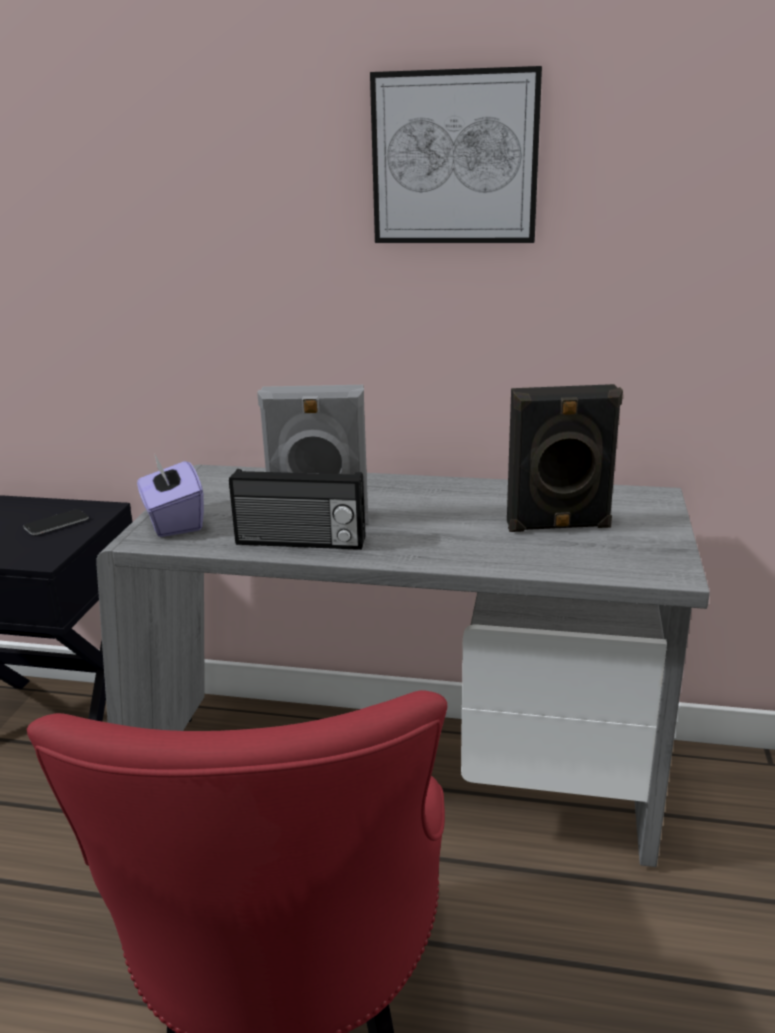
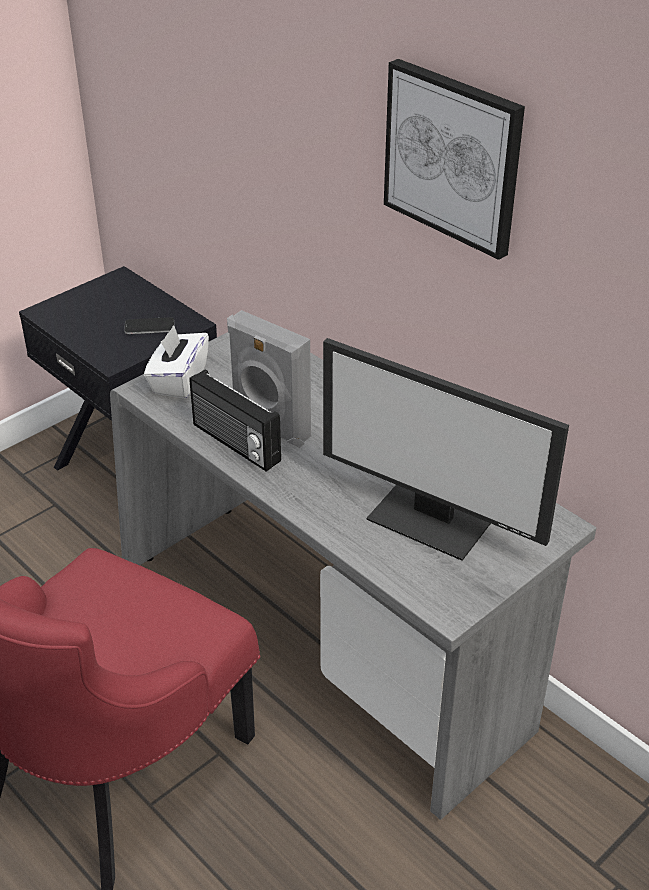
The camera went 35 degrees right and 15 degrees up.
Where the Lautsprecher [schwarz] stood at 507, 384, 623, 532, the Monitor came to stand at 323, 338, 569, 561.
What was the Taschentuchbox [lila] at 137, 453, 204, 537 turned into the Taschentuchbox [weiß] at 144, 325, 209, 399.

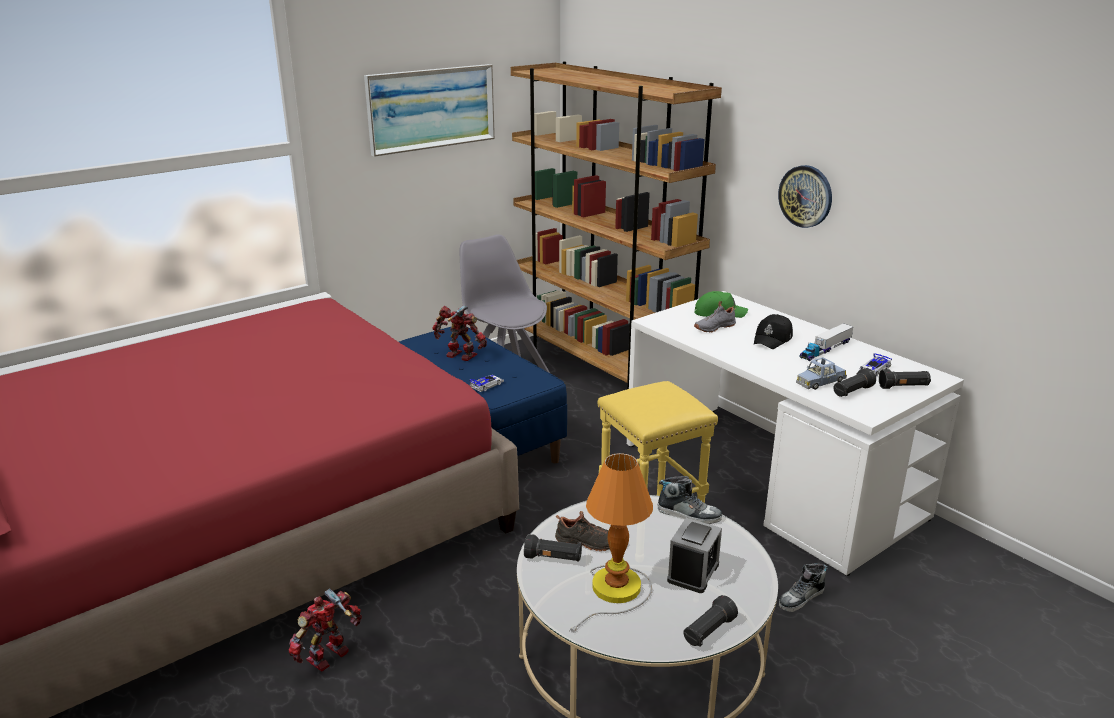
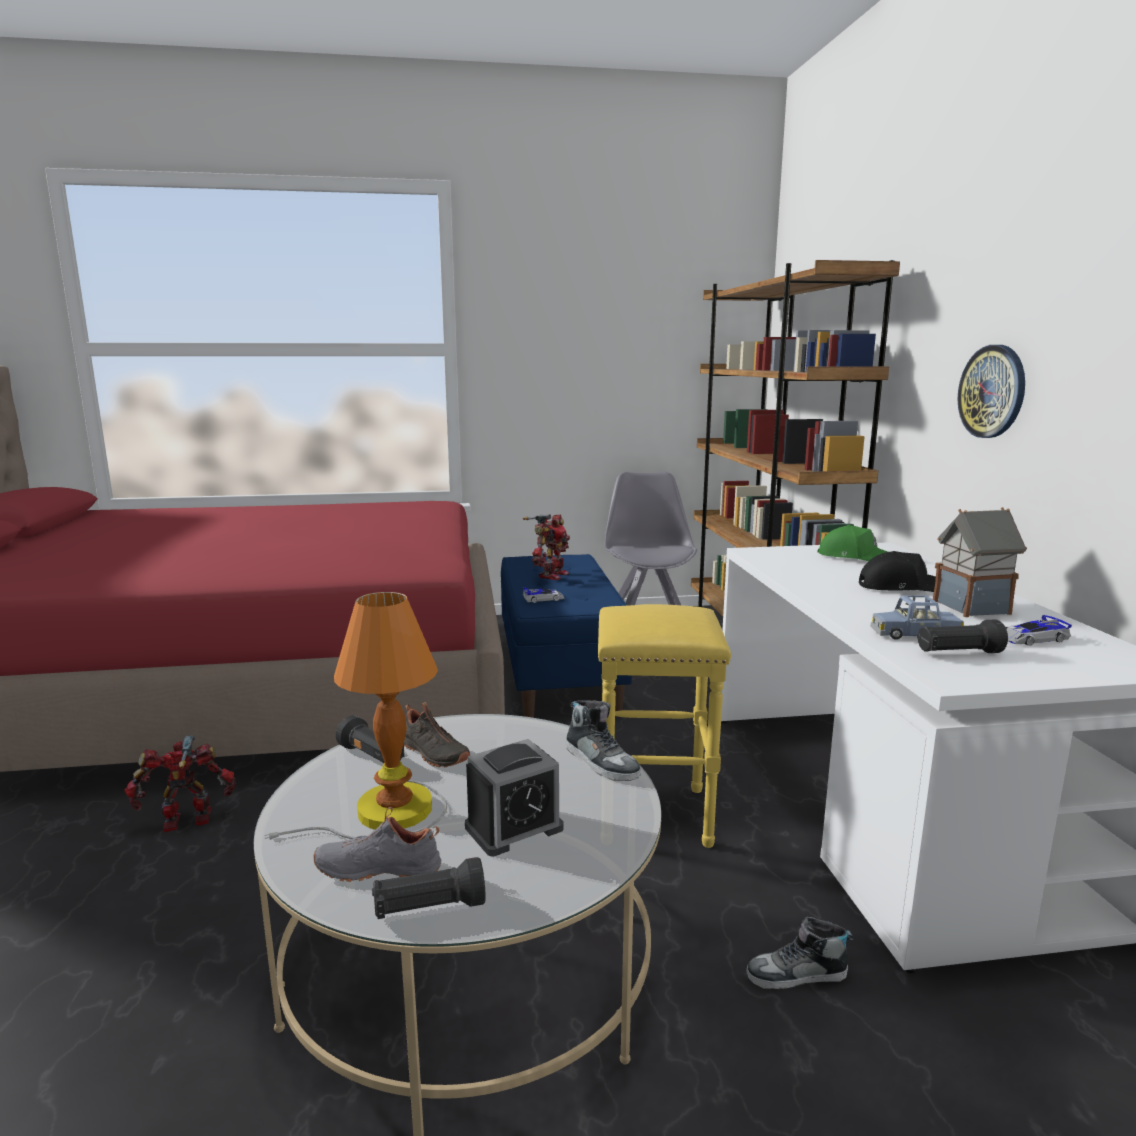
The camera went 30 degrees right and 10 degrees down.
The second view lost the Bild at 364, 64, 495, 157.
The Schuh [grau] ended up elsewhere, having gone from 694, 301, 736, 333 to 313, 807, 441, 882.
The Spielzeugroboter at 432, 305, 487, 361 ended up facing another way, 60 degrees clockwise from before.
The Kappe [schwarz] at 754, 314, 793, 349 ended up facing another way, 150 degrees counterclockwise from before.
Where the Spielzeuglaster stood at 799, 323, 853, 361, the Spielzeughaus came to stand at 933, 507, 1027, 617.
The second view lost the Taschenlampe [schwarz] at 879, 369, 931, 389.

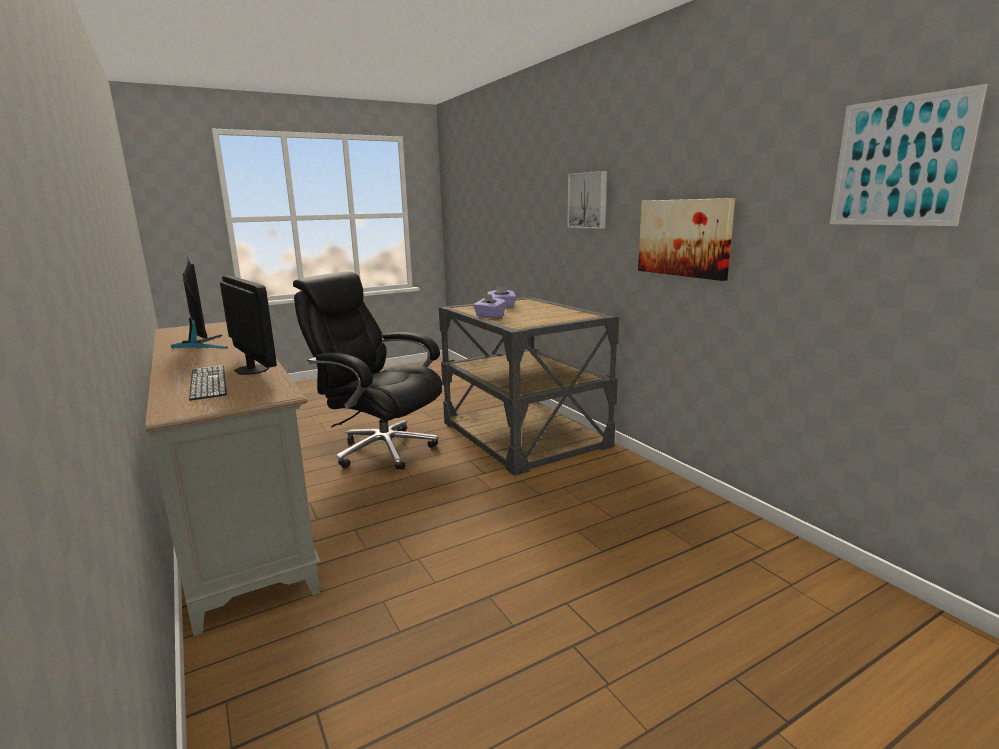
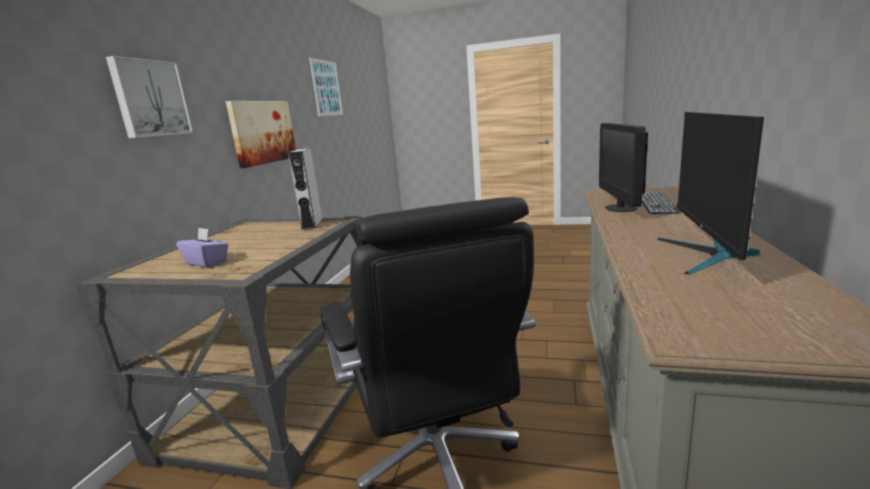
The camera went 135 degrees left and 0 degrees up.
The second view lost the Taschentuchbox [lila] at 473, 294, 506, 318.
The second view gained the Lautsprecher [grau] at 288, 148, 322, 230.

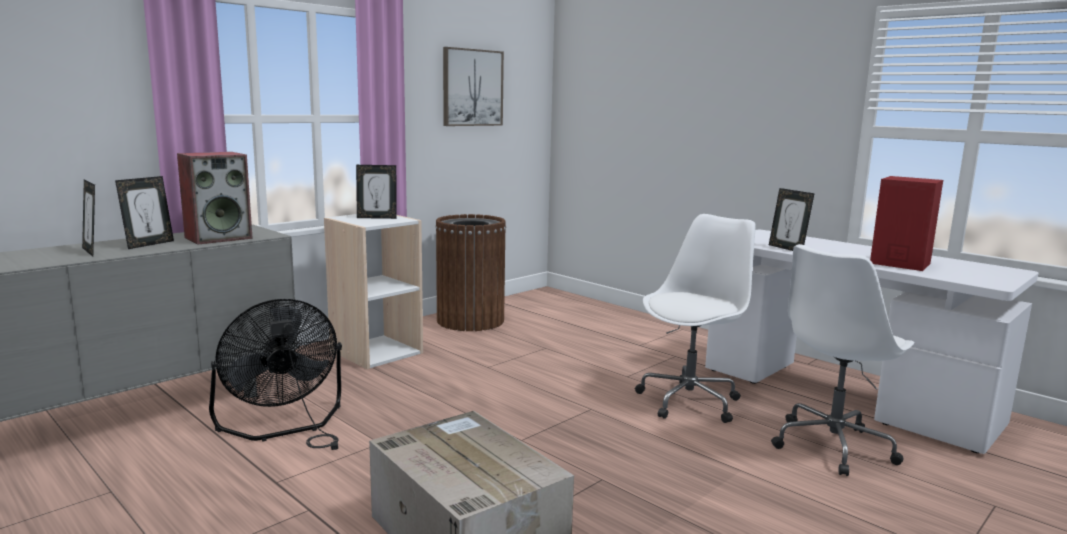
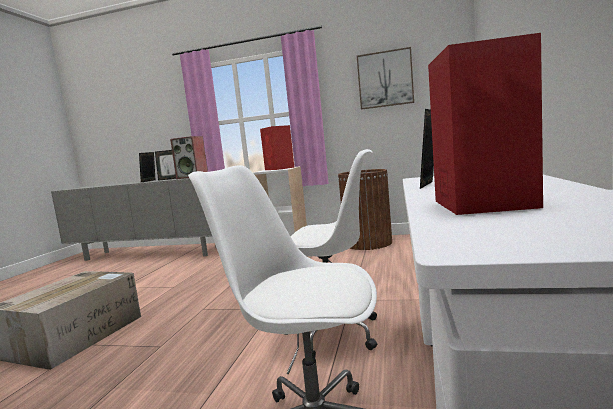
The camera went 60 degrees right and 5 degrees down.
Where the Bilderrahmen stood at 356, 165, 397, 219, the Lautsprecher [rot] came to stand at 260, 125, 294, 170.
The second view lost the Ventilator [schwarz] at 209, 299, 342, 450.

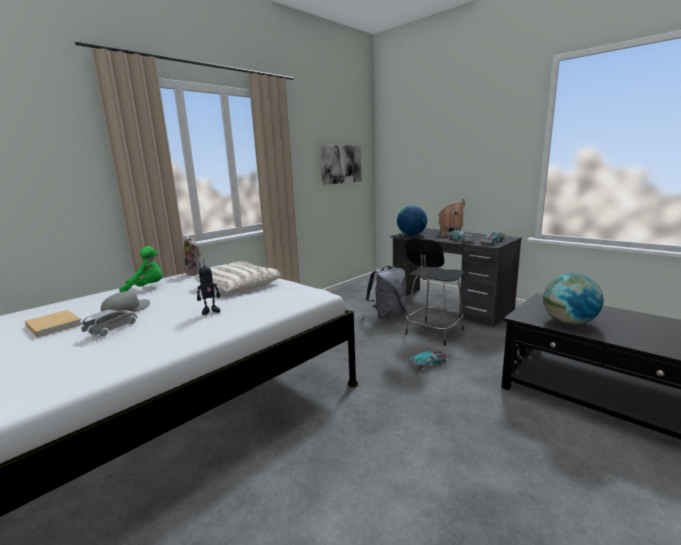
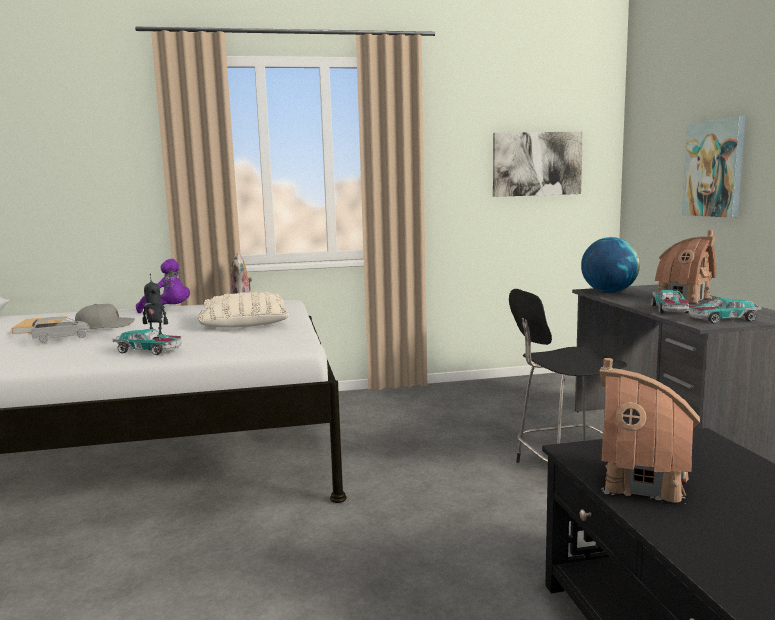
The camera went 35 degrees right and 5 degrees down.
What was the Plüschtier [grün] at 119, 246, 163, 292 turned into the Plüschtier [lila] at 136, 259, 190, 313.
The second view lost the Rucksack [grau] at 366, 266, 406, 319.
Where the Globus stood at 543, 273, 603, 325, the Spielzeughaus came to stand at 599, 358, 700, 504.
The Spielzeugauto ended up elsewhere, having gone from 409, 351, 448, 370 to 113, 329, 182, 355.
The second view gained the Bild at 682, 116, 745, 218.

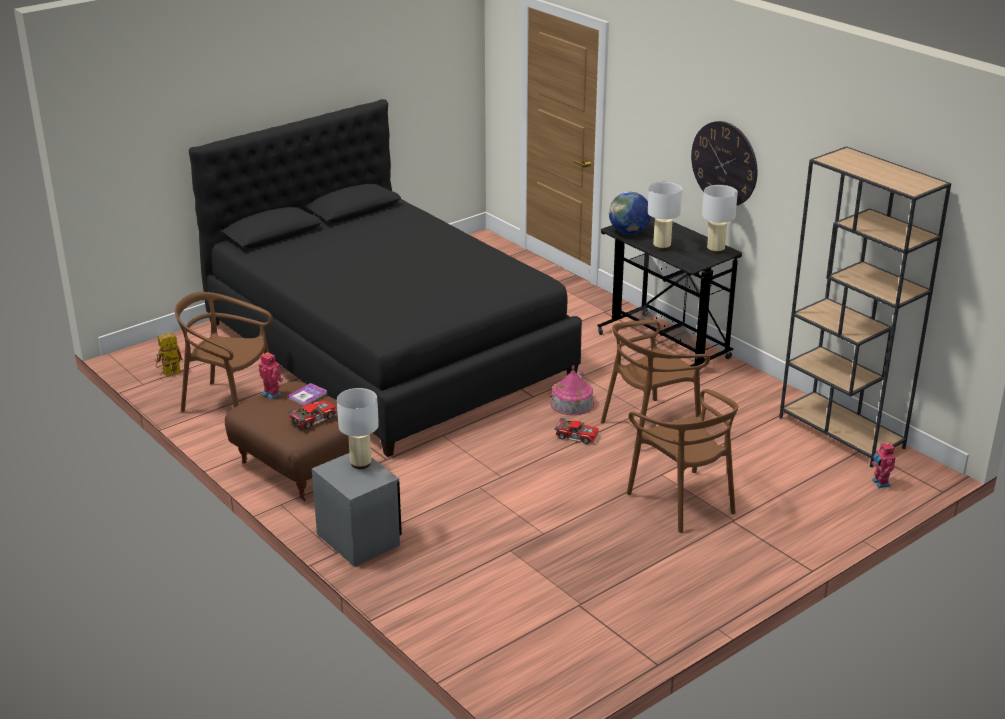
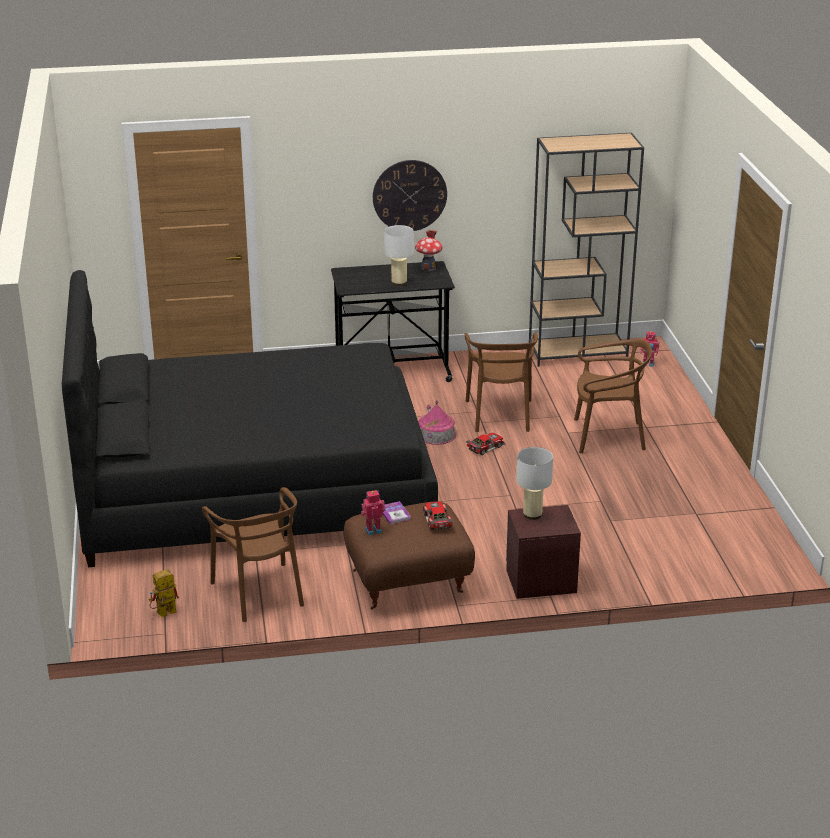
The camera went 60 degrees left and 0 degrees up.
Where the Tischlampe [weiß] stood at 702, 185, 738, 254, the Spielzeughaus came to stand at 415, 230, 443, 271.
The second view lost the Globus at 609, 192, 651, 234.
The Stuhl [braun] at 175, 292, 272, 412 ended up facing another way, 75 degrees counterclockwise from before.
The Spielzeugroboter at 155, 332, 183, 377 ended up facing another way, 60 degrees clockwise from before.
What was the Nachttisch [grau] at 312, 453, 402, 567 turned into the Nachttisch [braun] at 506, 505, 581, 599.

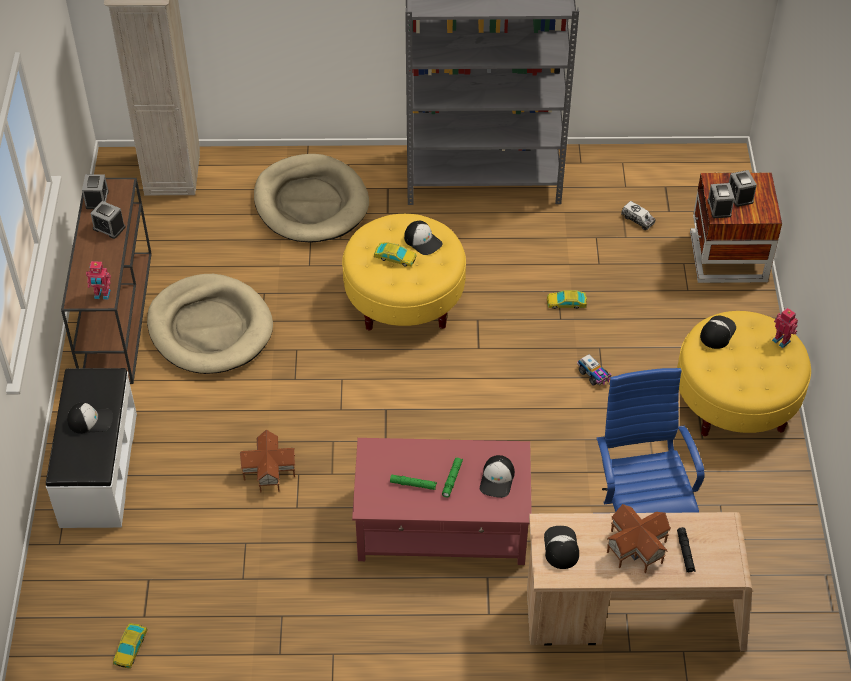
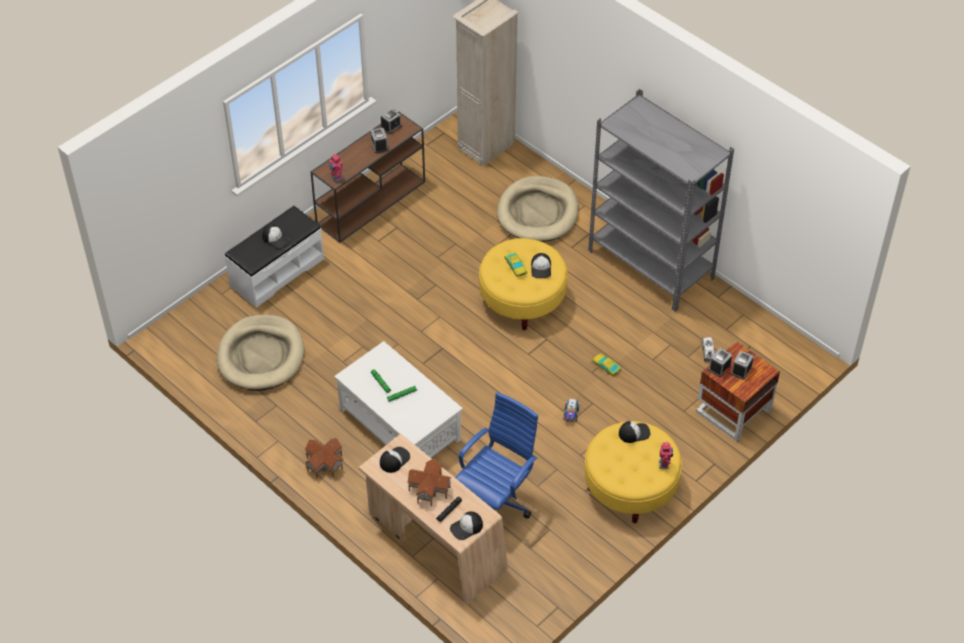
The camera went 45 degrees right and 0 degrees up.
The Hundebett [beige] ended up elsewhere, having gone from 147, 274, 273, 374 to 217, 315, 304, 391.
The Spielzeughaus ended up elsewhere, having gone from 240, 430, 295, 493 to 305, 438, 343, 478.
What was the Couchtisch [rot] at 352, 438, 532, 565 turned into the Couchtisch [weiß] at 334, 341, 463, 458.
The Kappe ended up elsewhere, having gone from 480, 455, 515, 498 to 450, 511, 483, 540.
The second view lost the Spielzeugauto at 113, 623, 148, 669.

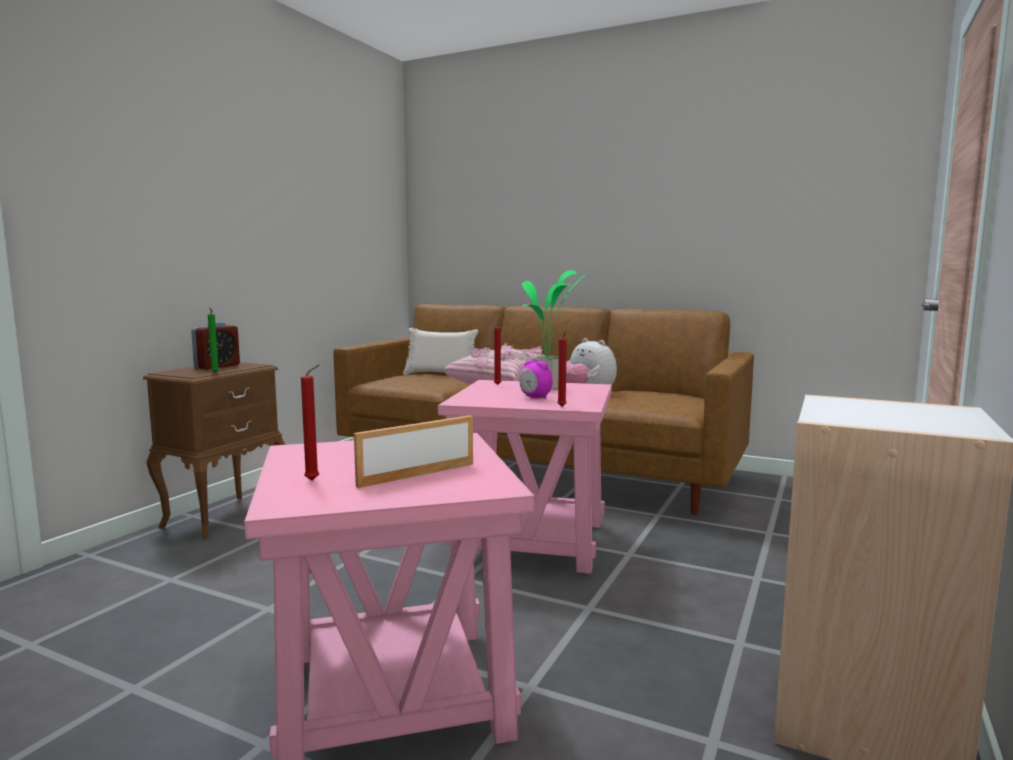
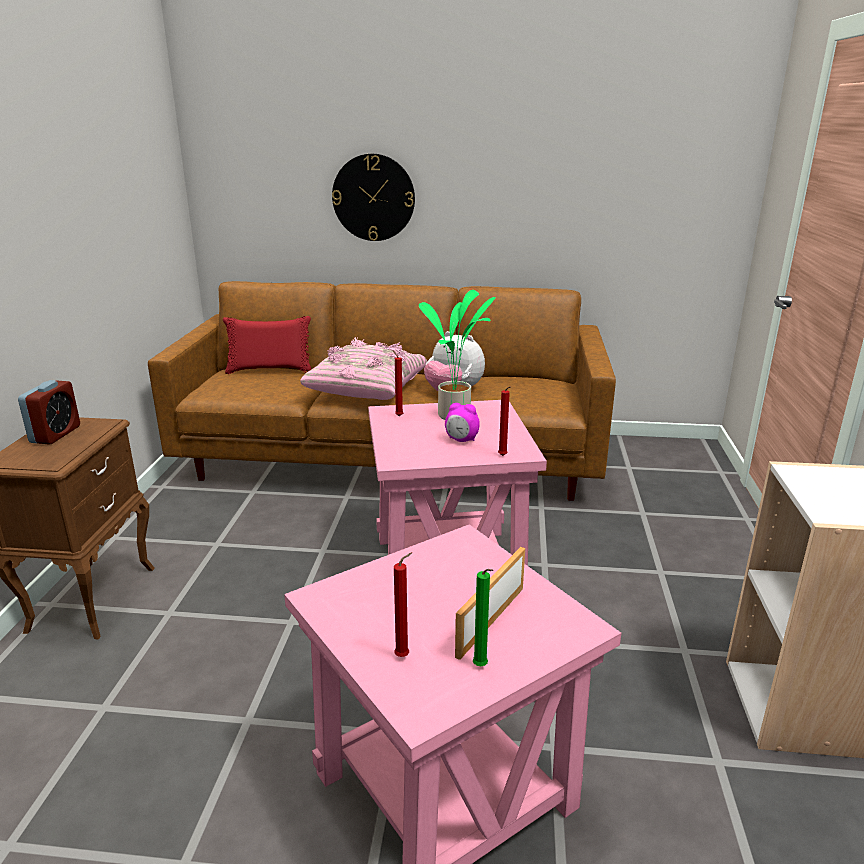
The camera went 20 degrees left and 15 degrees up.
The Kerze [grün] ended up elsewhere, having gone from 208, 308, 219, 372 to 473, 569, 493, 666.
What was the Kissen [weiß] at 403, 328, 478, 375 turned into the Kissen [rot] at 223, 316, 312, 374.
The second view gained the Wanduhr at 332, 154, 415, 241.

